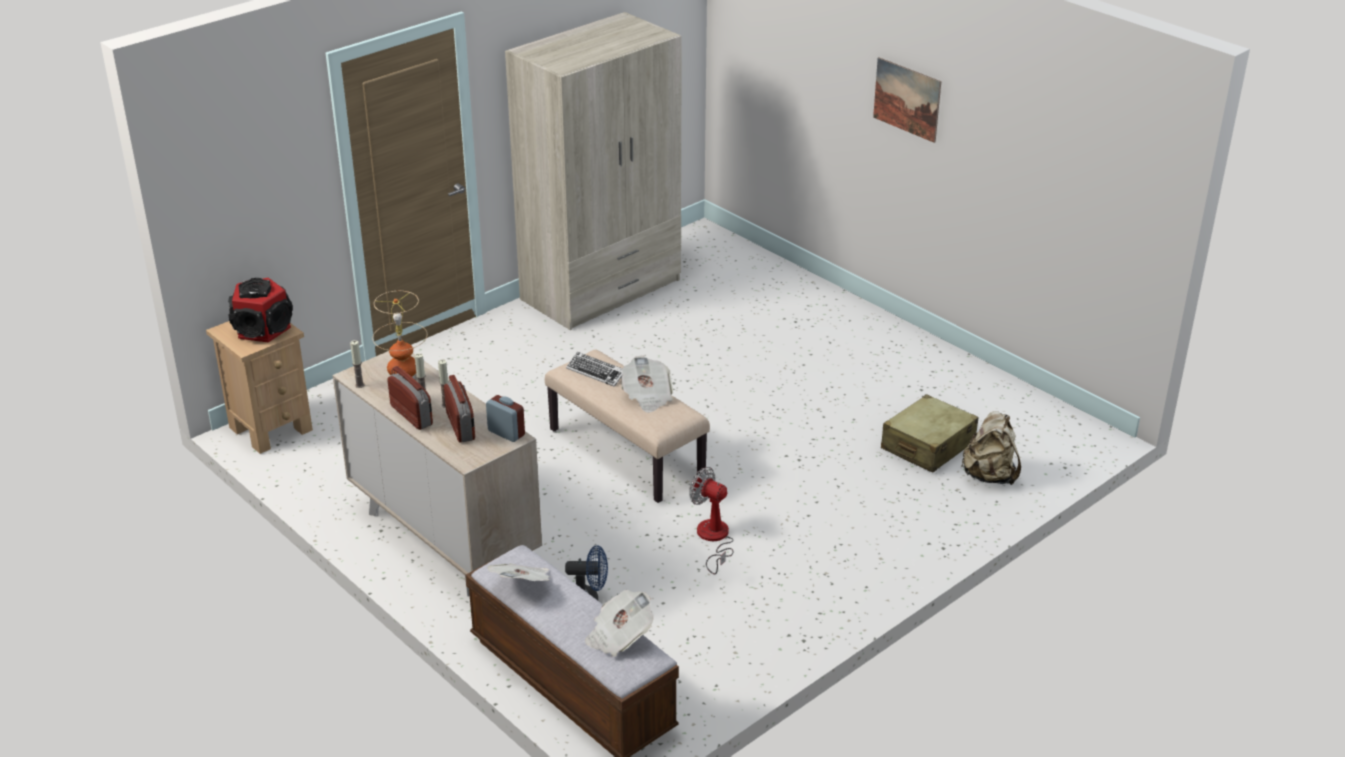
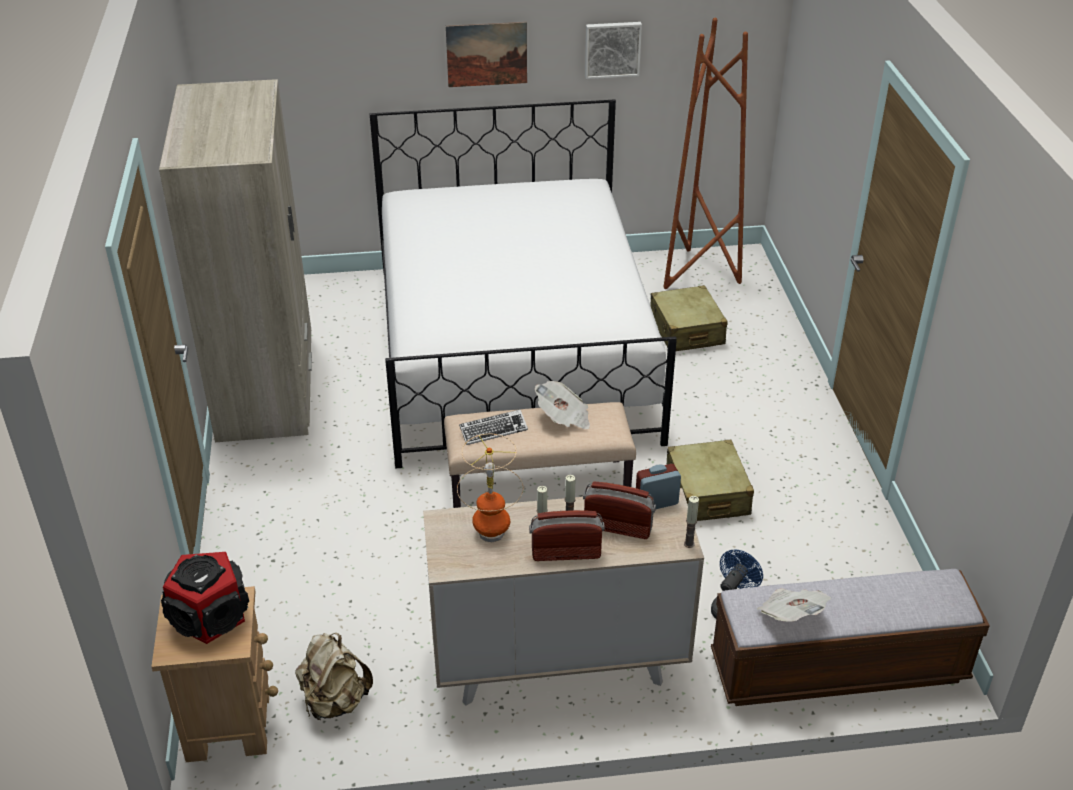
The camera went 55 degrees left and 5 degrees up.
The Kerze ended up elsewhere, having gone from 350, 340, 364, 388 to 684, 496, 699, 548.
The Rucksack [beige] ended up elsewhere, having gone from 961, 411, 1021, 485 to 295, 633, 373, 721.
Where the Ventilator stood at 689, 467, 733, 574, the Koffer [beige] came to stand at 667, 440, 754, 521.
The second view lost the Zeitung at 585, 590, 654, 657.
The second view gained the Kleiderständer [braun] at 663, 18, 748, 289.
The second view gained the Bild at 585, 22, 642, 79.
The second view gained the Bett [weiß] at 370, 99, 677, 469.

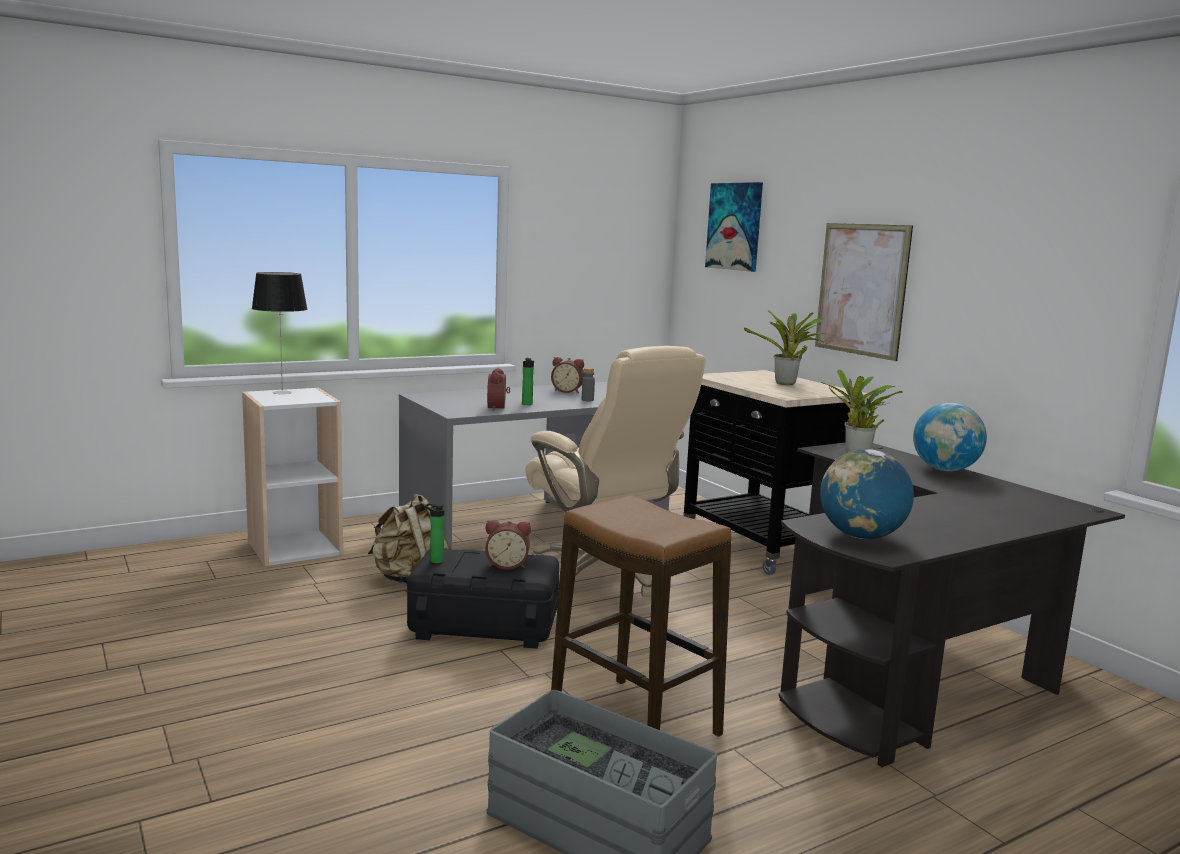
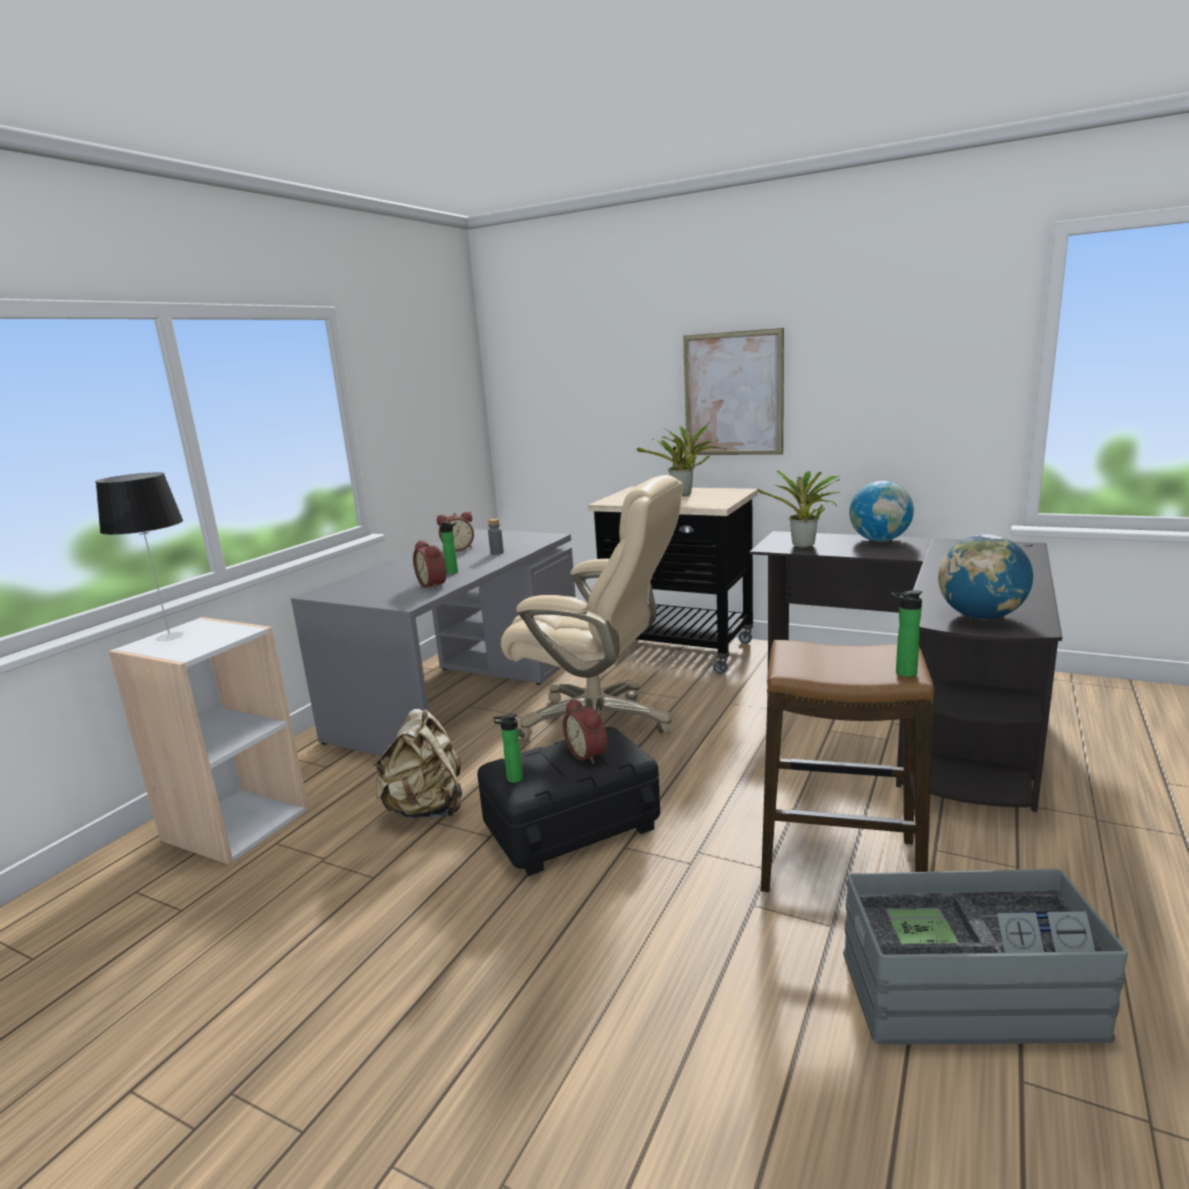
The camera went 30 degrees left and 5 degrees up.
The second view lost the Bild at 705, 182, 763, 272.
The Wecker at 485, 520, 531, 570 ended up facing another way, 90 degrees clockwise from before.
The second view gained the Flasche at 891, 590, 923, 677.

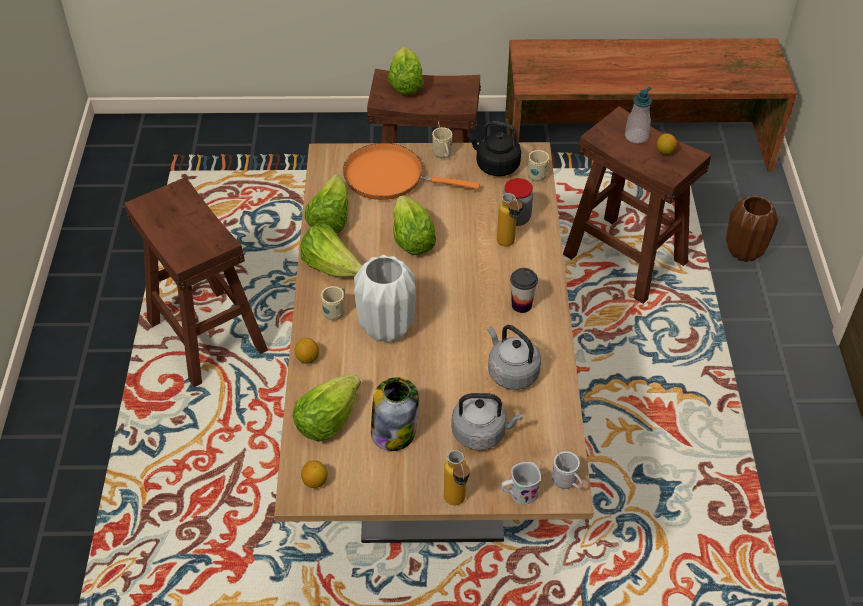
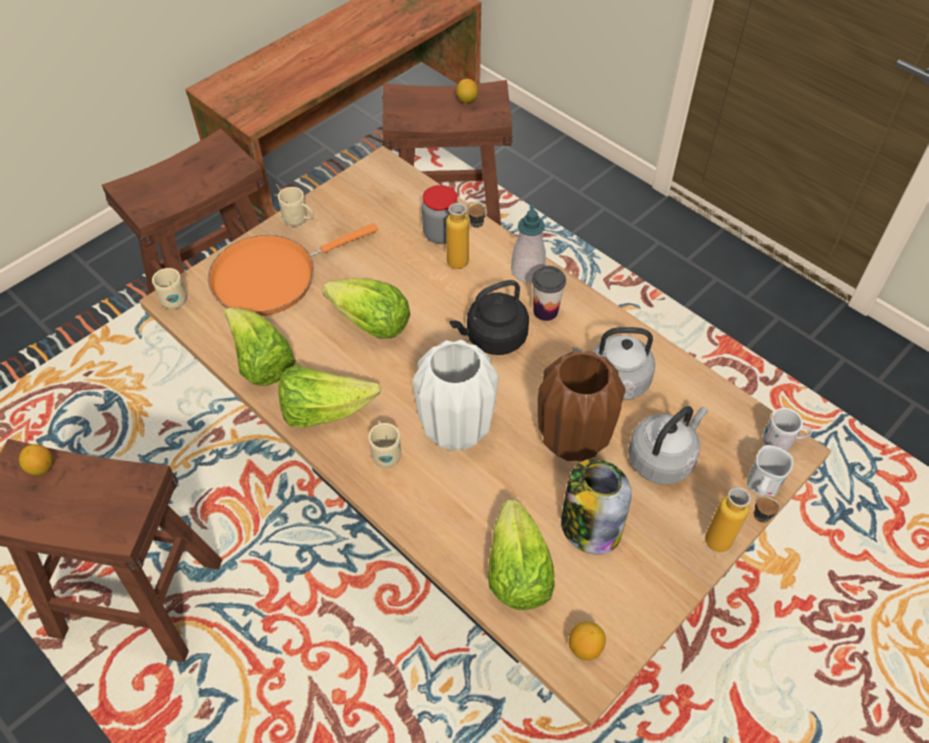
The camera went 45 degrees left and 5 degrees up.
The second view lost the Salatkopf at 388, 47, 423, 95.
The Seifenspender ended up elsewhere, having gone from 625, 87, 652, 144 to 511, 203, 546, 282.
The Wasserkessel [schwarz] ended up elsewhere, having gone from 467, 121, 521, 176 to 450, 280, 529, 355.
The Henkelbecher [beige] ended up elsewhere, having gone from 527, 150, 549, 182 to 152, 268, 187, 309.
The Vase [braun] ended up elsewhere, having gone from 726, 195, 778, 262 to 538, 350, 626, 461.
The Zitrone ended up elsewhere, having gone from 295, 338, 319, 364 to 19, 444, 53, 476.

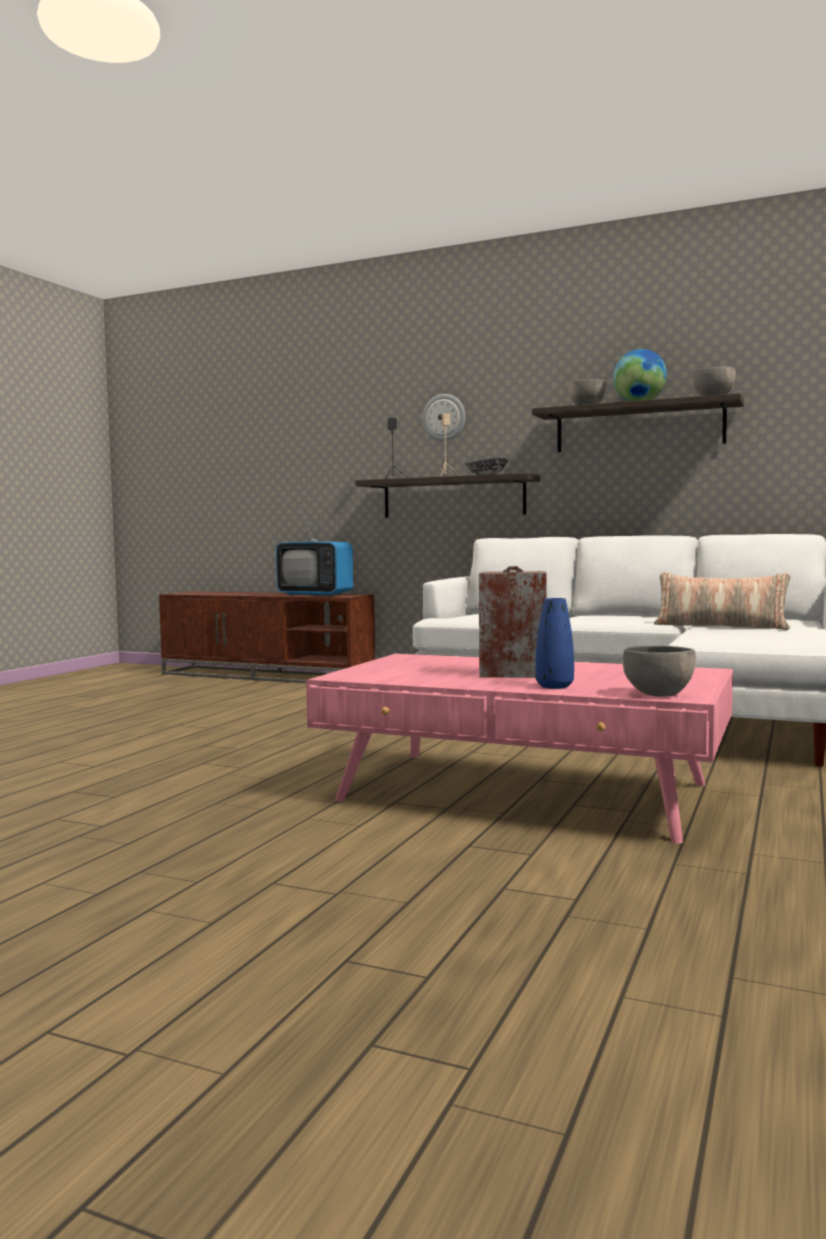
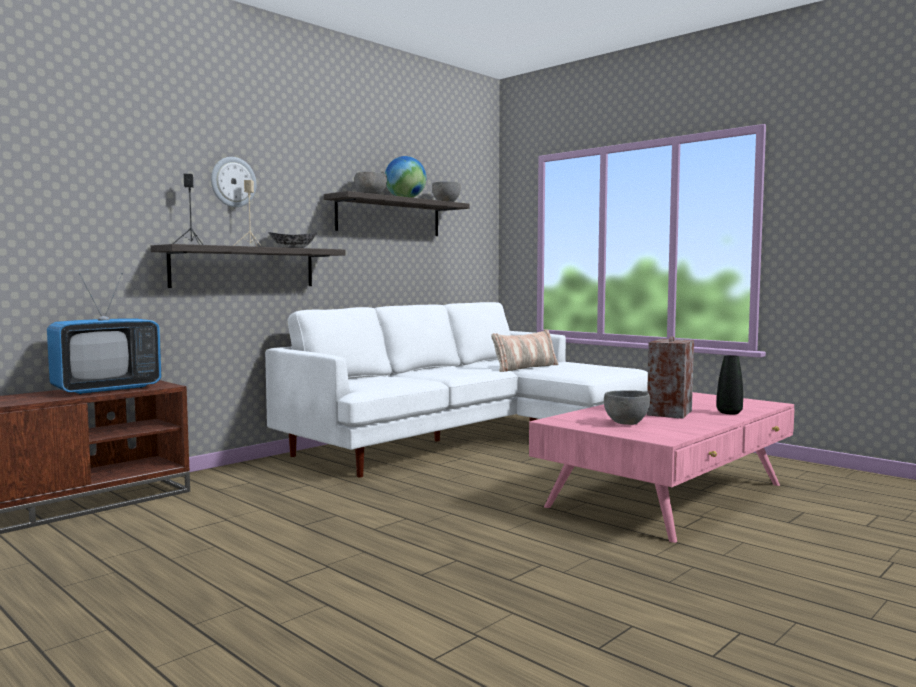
The camera went 70 degrees left and 0 degrees up.
What was the Vase [blau] at 535, 598, 574, 689 turned into the Vase [schwarz] at 717, 355, 743, 415.
The Schüssel [grau] ended up elsewhere, having gone from 623, 645, 696, 697 to 604, 390, 650, 425.

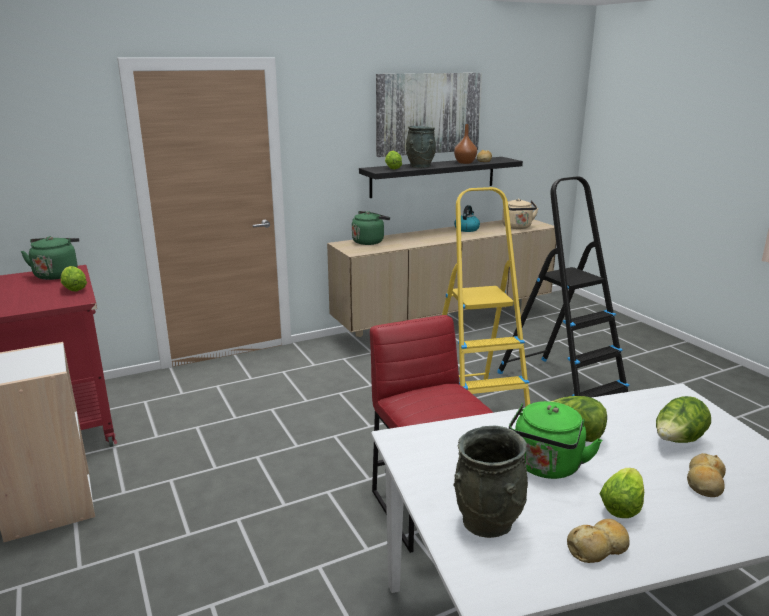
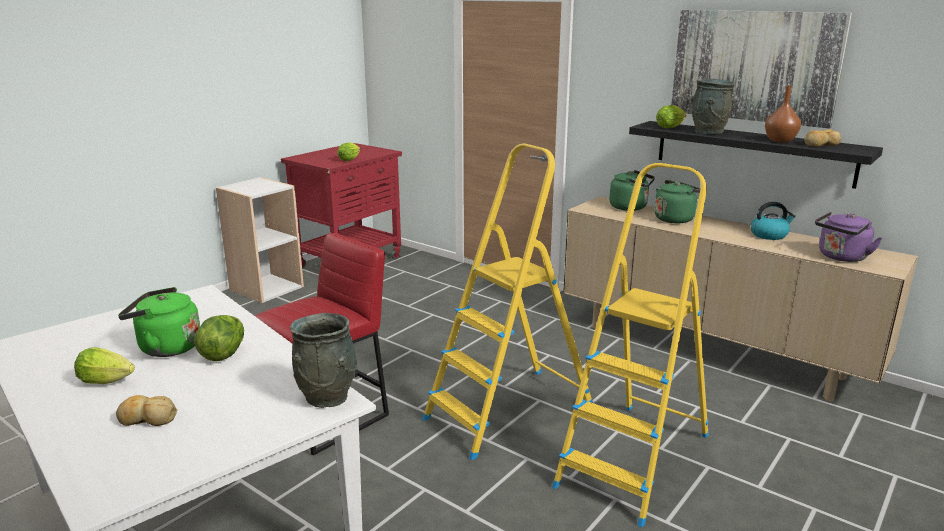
The camera went 65 degrees right and 0 degrees up.
What was the Trittleiter [schwarz] at 497, 176, 629, 398 turned into the Trittleiter [gelb] at 552, 163, 709, 527.
What was the Wasserkessel [beige] at 502, 198, 539, 229 turned into the Wasserkessel [lila] at 815, 211, 882, 262.
The Wasserkessel [grün] ended up elsewhere, having gone from 20, 236, 79, 280 to 654, 180, 700, 223.
The second view lost the Salatkopf at 656, 396, 711, 443.
The Vase [grau] ended up elsewhere, having gone from 453, 425, 528, 538 to 290, 313, 357, 408.
The second view lost the Brot at 567, 519, 630, 563.

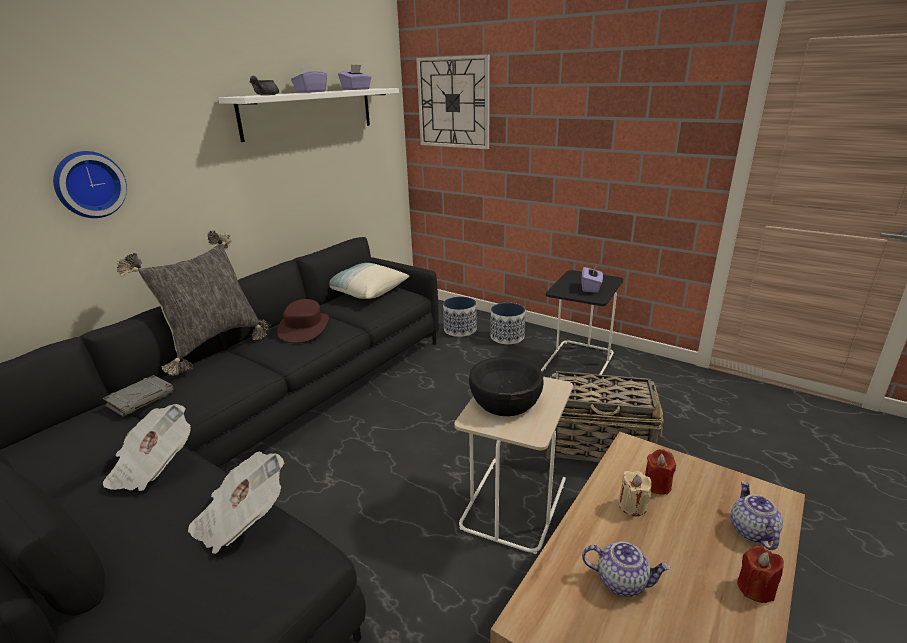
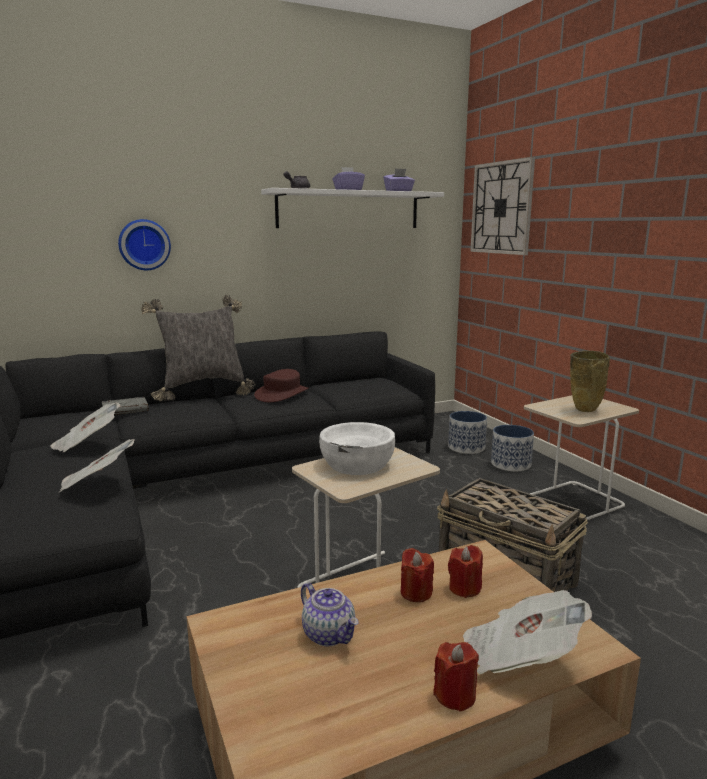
The camera went 30 degrees right and 10 degrees down.
The second view lost the Kissen at 329, 263, 409, 299.
Where the Taschentuchbox [lila] stood at 582, 265, 603, 293, the Vase [beige] came to stand at 570, 351, 610, 412.
What was the Beistelltisch [schwarz] at 541, 270, 623, 375 turned into the Beistelltisch [beige] at 524, 395, 639, 520.
What was the Schüssel [schwarz] at 469, 357, 544, 416 turned into the Schüssel [weiß] at 319, 422, 395, 475.
What was the Kerze [beige] at 618, 471, 651, 516 turned into the Kerze [rot] at 401, 548, 434, 602.
Where the Teekanne stood at 731, 481, 783, 550, the Zeitung came to stand at 463, 590, 592, 674.

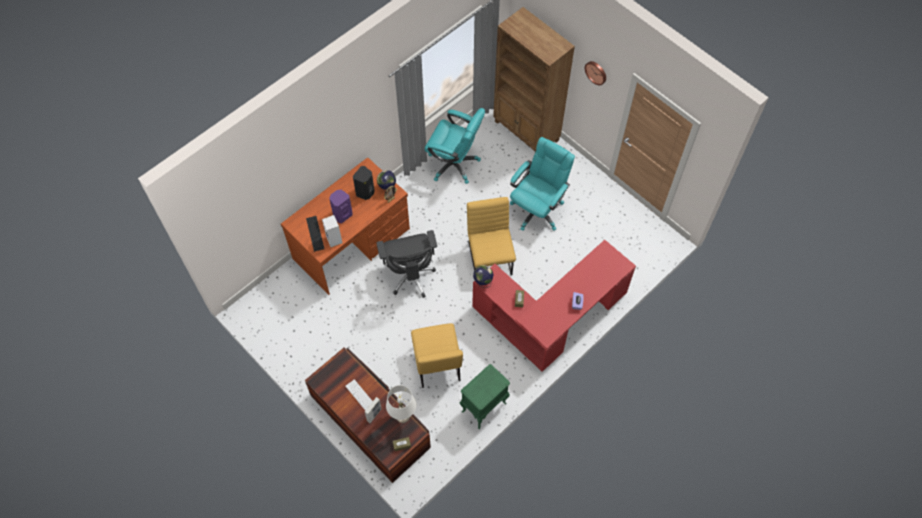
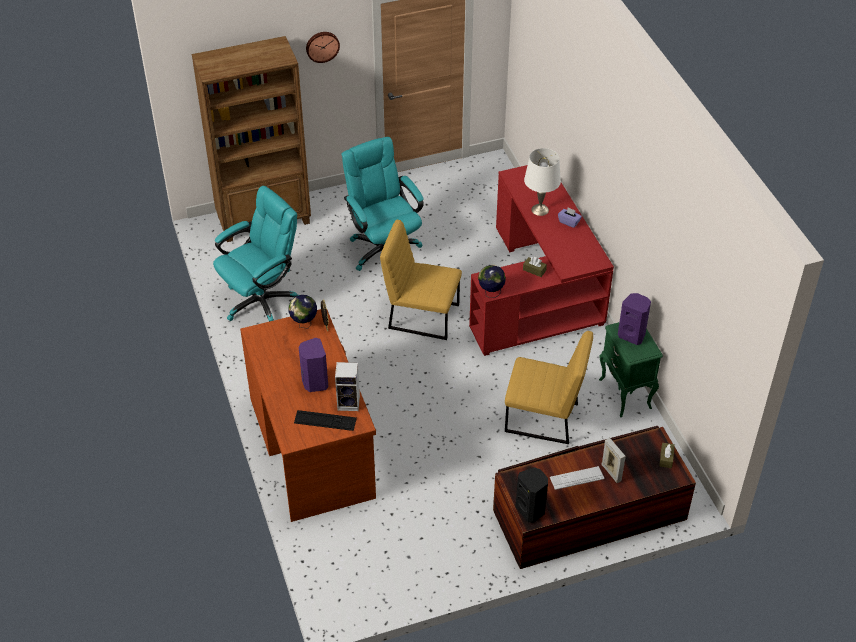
The camera went 65 degrees left and 15 degrees down.
The Lautsprecher [schwarz] ended up elsewhere, having gone from 353, 166, 374, 200 to 515, 467, 548, 523.
The second view lost the Bürostuhl at 376, 230, 437, 298.
The Tischlampe [weiß] ended up elsewhere, having gone from 386, 385, 416, 423 to 524, 148, 561, 216.
The second view gained the Lautsprecher [lila] at 618, 293, 651, 345.

